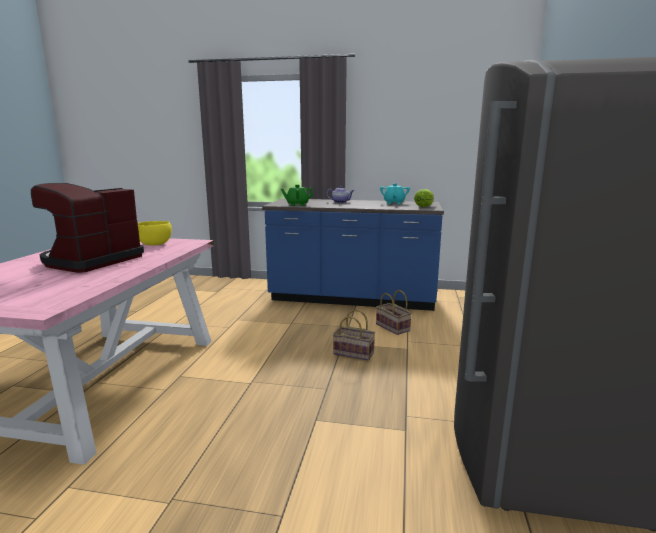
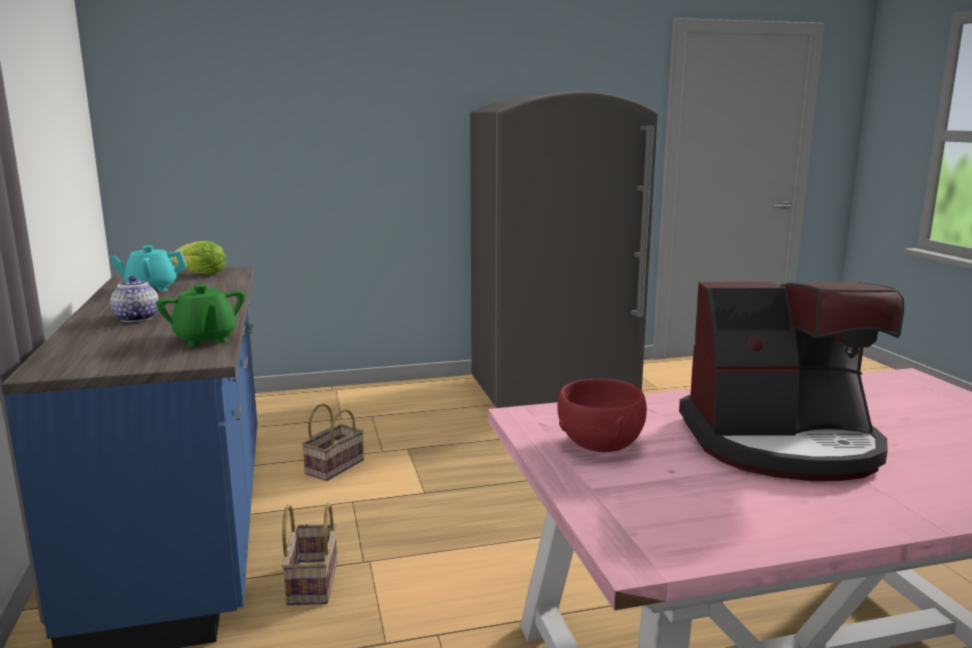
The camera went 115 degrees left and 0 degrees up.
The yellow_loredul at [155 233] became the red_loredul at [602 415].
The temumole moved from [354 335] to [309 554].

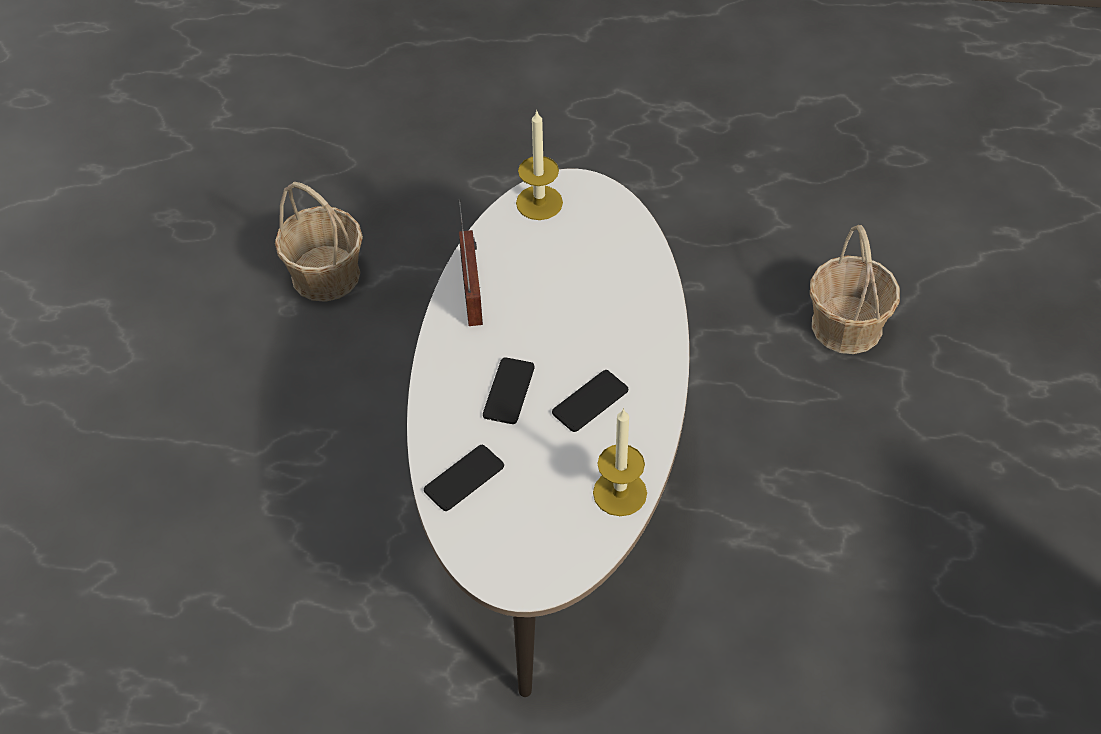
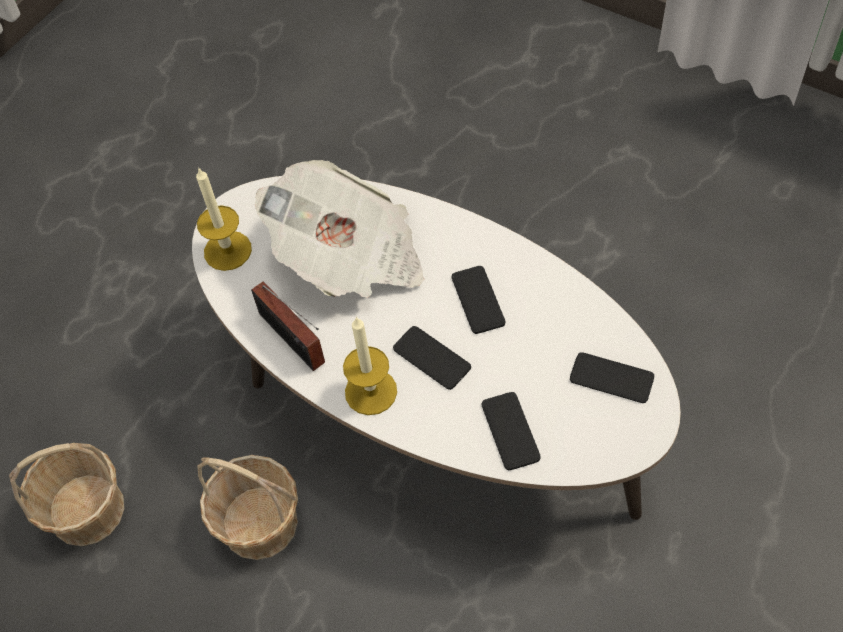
The camera went 60 degrees left and 5 degrees up.
The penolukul at [471 262] turned 150 degrees counterclockwise.
The temumole moved from [855 289] to [248 507].
The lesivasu moved from [620 462] to [370 365].
The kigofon at [340 229] appeared.
The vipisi at [612 377] appeared.

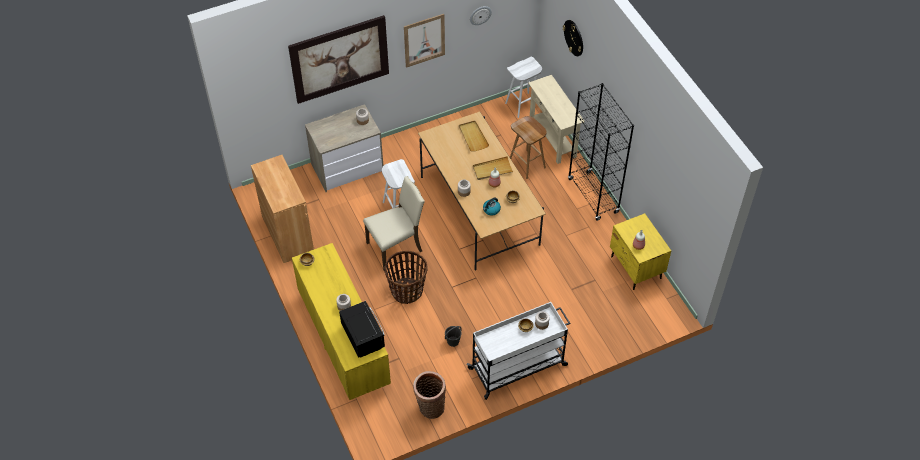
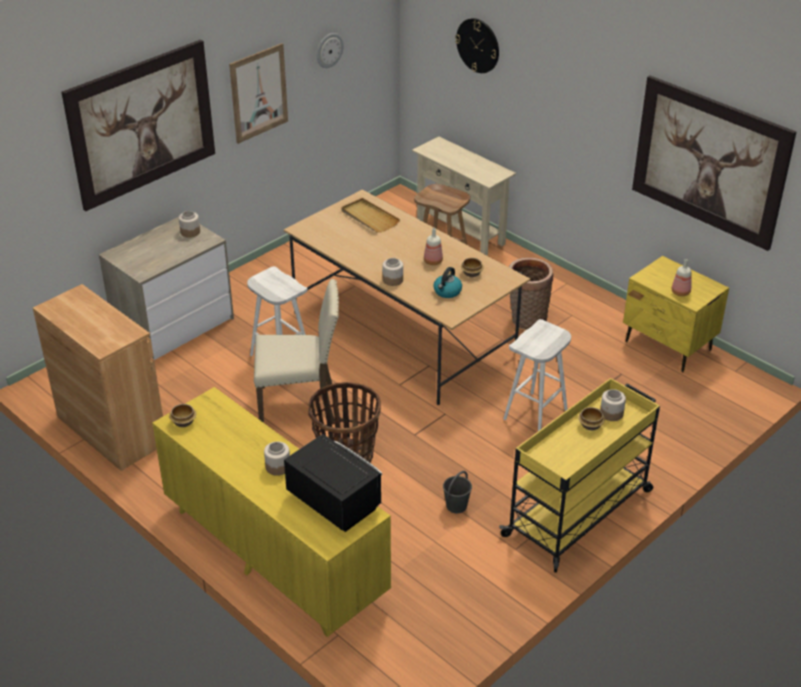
The camera went 20 degrees left and 15 degrees down.
The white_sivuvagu moved from [523 87] to [537 375].
The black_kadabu at [601 152] disappeared.
The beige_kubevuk at [493 168] disappeared.
The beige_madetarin at [394 223] turned 45 degrees clockwise.
The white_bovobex at [518 351] became the yellow_bovobex at [579 475].
The temumole moved from [429 395] to [531 294].
The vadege at [714 163] appeared.

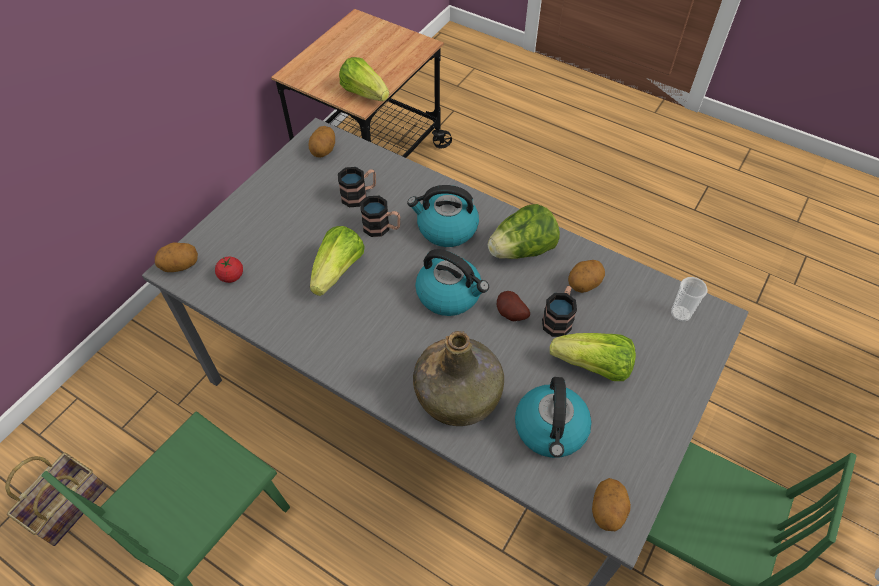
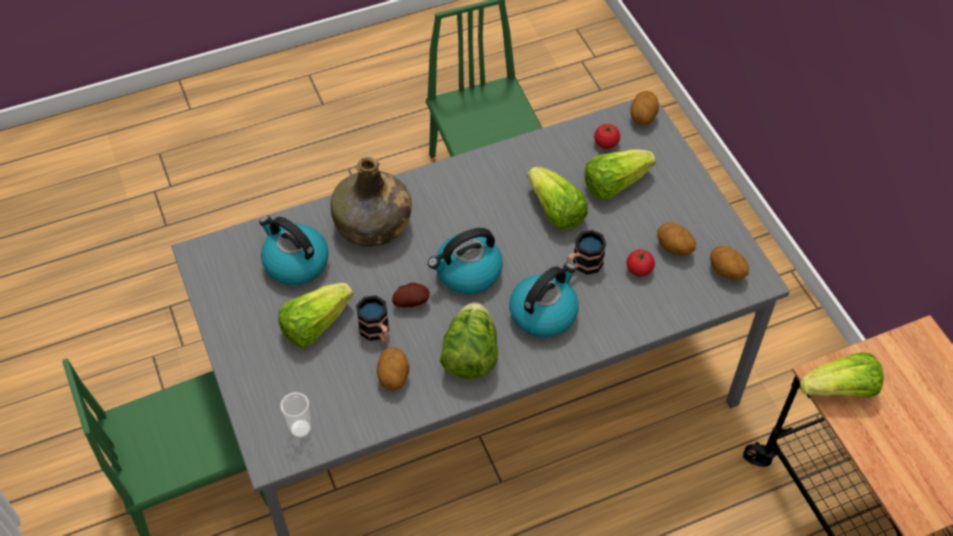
The camera went 125 degrees right and 0 degrees up.
The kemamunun at [357 187] was replaced by the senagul at [640 263].
The temumole at [56 499] disappeared.
The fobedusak moved from [611 504] to [676 239].
The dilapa at [620 174] appeared.

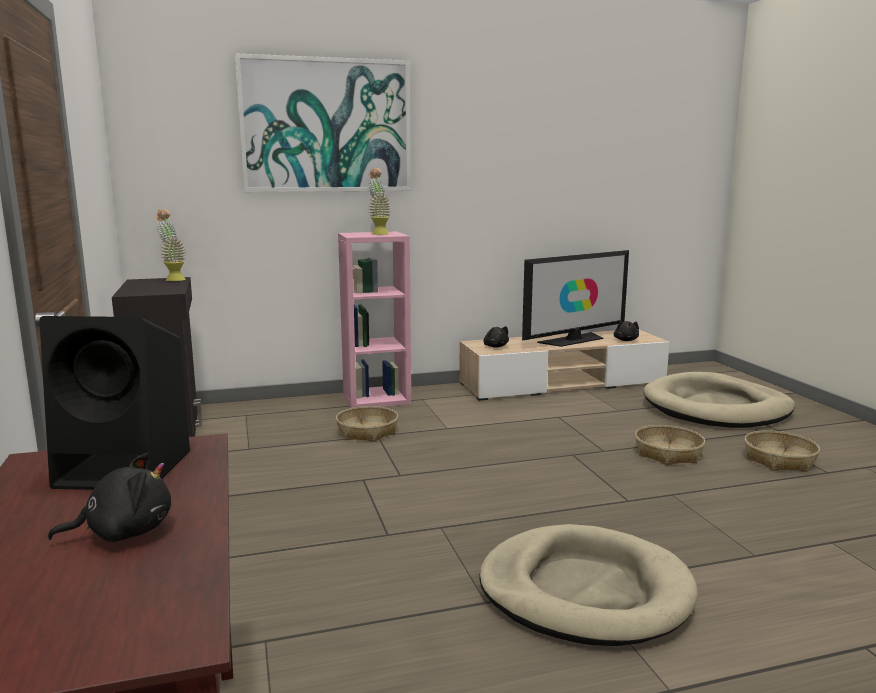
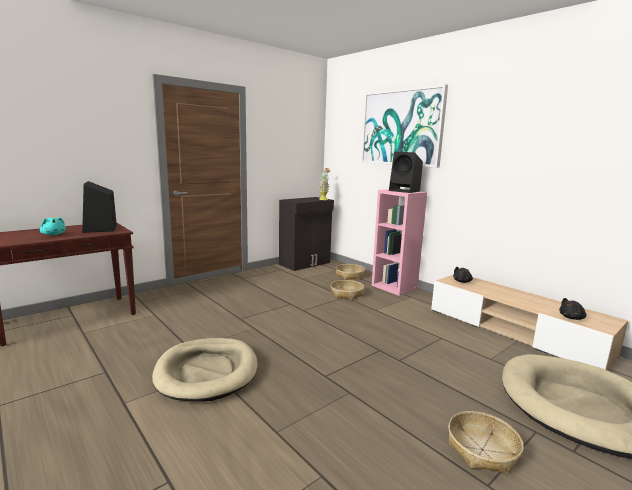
The camera went 65 degrees right and 0 degrees up.
The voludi at [379 201] was replaced by the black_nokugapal at [406 172].
The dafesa at [575 298] disappeared.
The temumole moved from [670 445] to [350 272].
The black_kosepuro at [109 497] became the turquoise_kosepuro at [53 226].

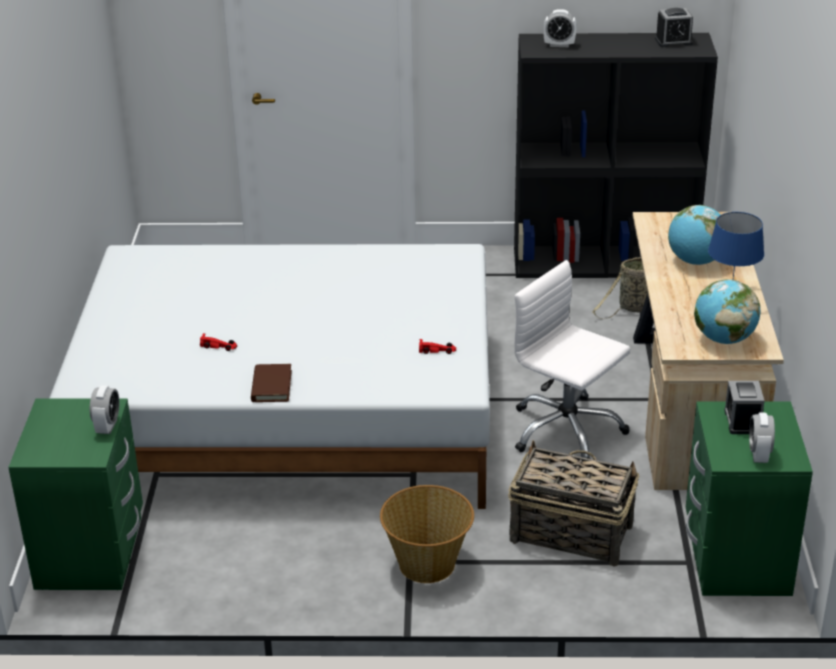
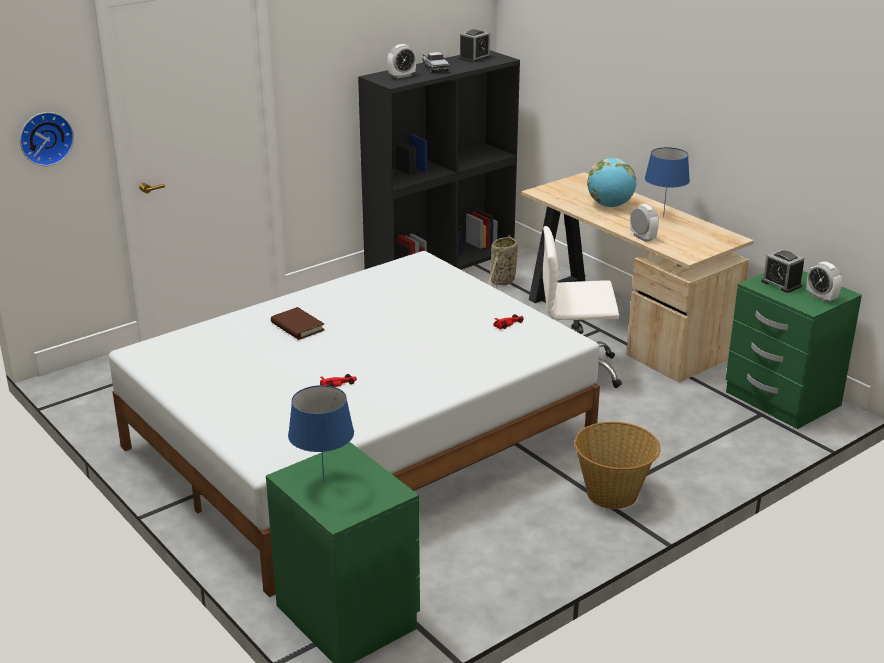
The camera went 40 degrees left and 5 degrees down.
The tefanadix at [727 311] disappeared.
The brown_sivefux moved from [271 383] to [298 323].
The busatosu moved from [104 409] to [644 223].
The temumole at [573 503] disappeared.
The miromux at [436 62] appeared.
The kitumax at [47 139] appeared.
The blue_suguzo at [321 434] appeared.

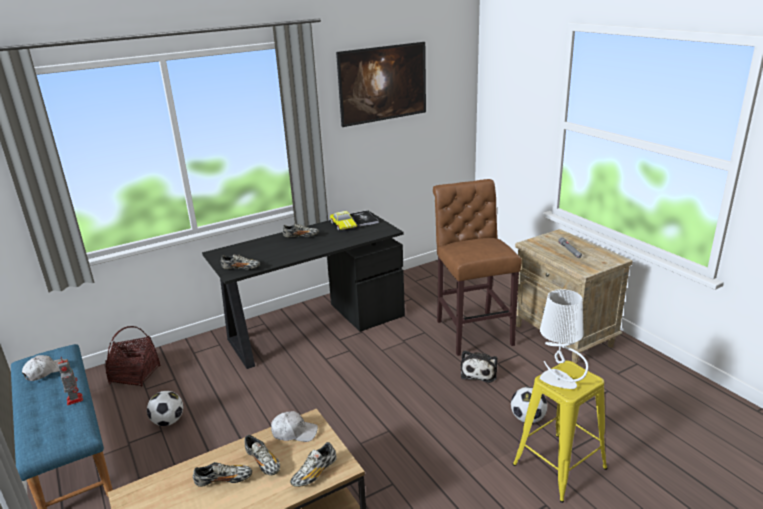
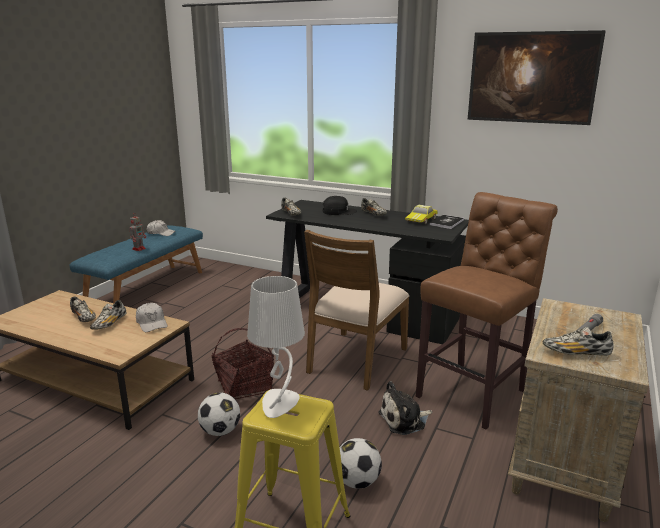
The camera went 55 degrees right and 5 degrees down.
The temumole moved from [132 356] to [243 363].
The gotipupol moved from [165 408] to [219 414].
The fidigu moved from [313 464] to [578 341].
The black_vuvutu at [340 205] appeared.
The brown_madetarin at [357 310] appeared.

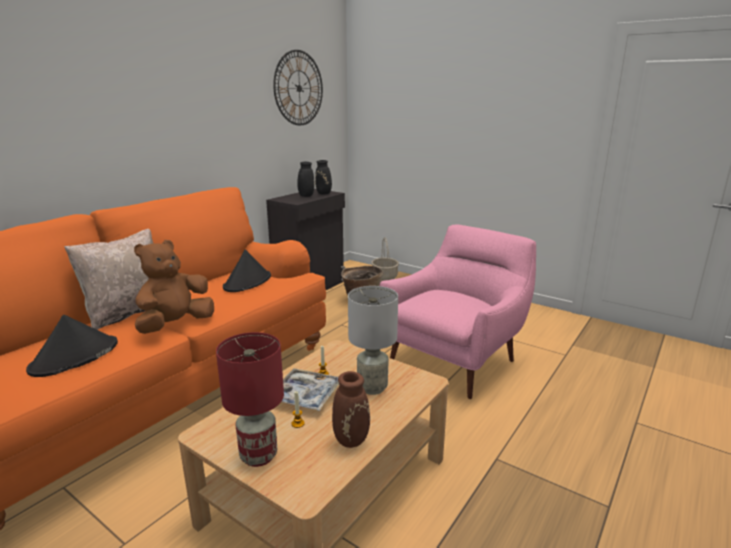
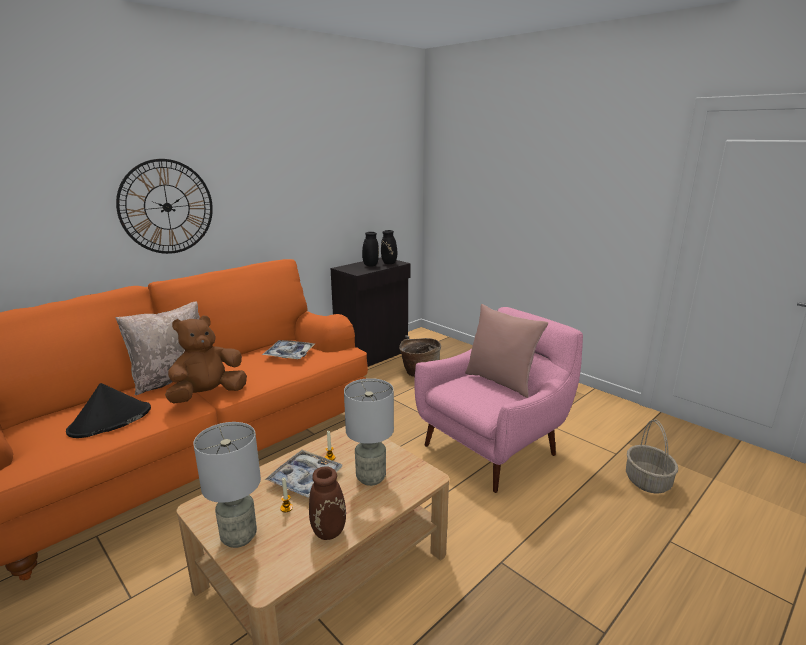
The camera went 10 degrees right and 0 degrees up.
The kitumax moved from [298 87] to [164 206].
The temumole moved from [385 259] to [652 456].
The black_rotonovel at [247 270] was replaced by the kubevuk at [288 349].
The red_suguzo at [250 399] became the grey_suguzo at [227 485].
The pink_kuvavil at [506 351] appeared.

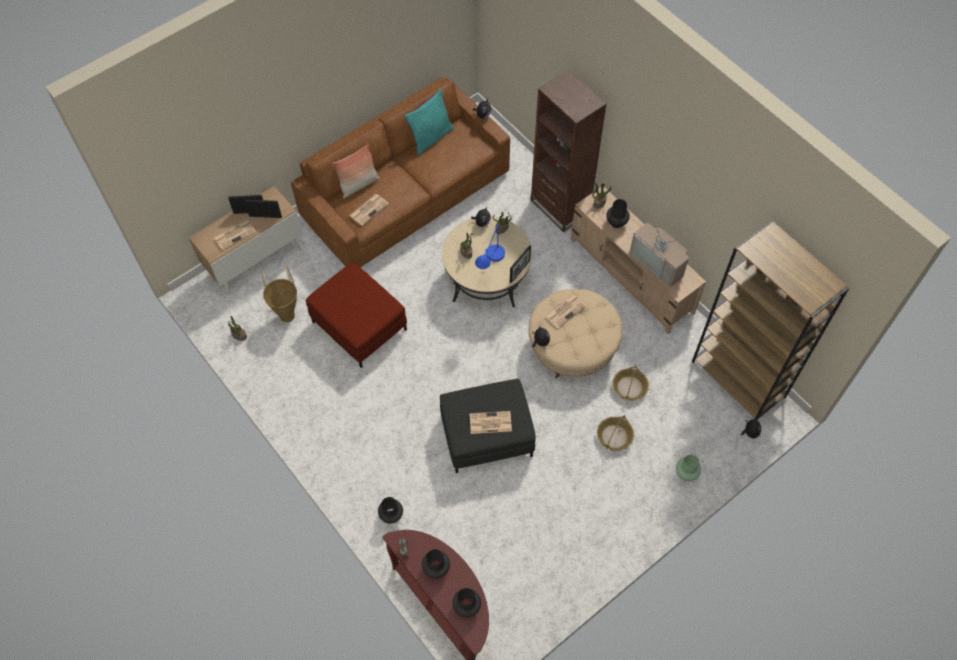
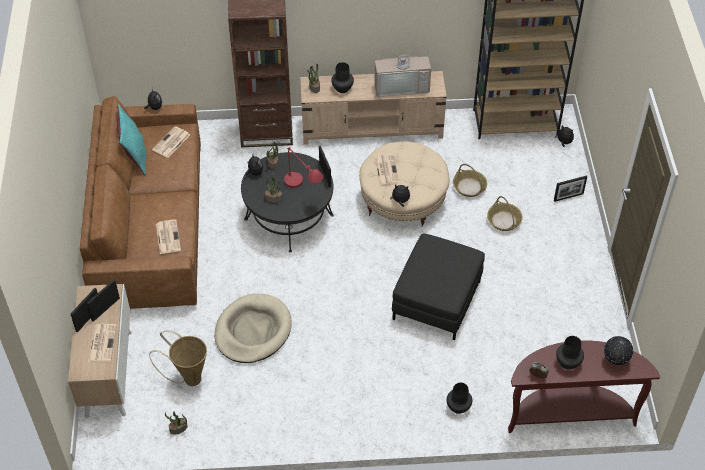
The camera went 55 degrees left and 10 degrees down.
The kuvavil at [356 171] disappeared.
The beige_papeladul at [487 262] became the black_papeladul at [287 202].
The blue_suguzo at [490 246] became the red_suguzo at [303 167].
The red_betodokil at [356 315] was replaced by the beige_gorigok at [253 328].
The kigofon moved from [491 422] to [171 142].
The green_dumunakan at [688 468] was replaced by the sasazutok at [570 189].
The black_dumunakan at [466 603] was replaced by the tefanadix at [618 350].

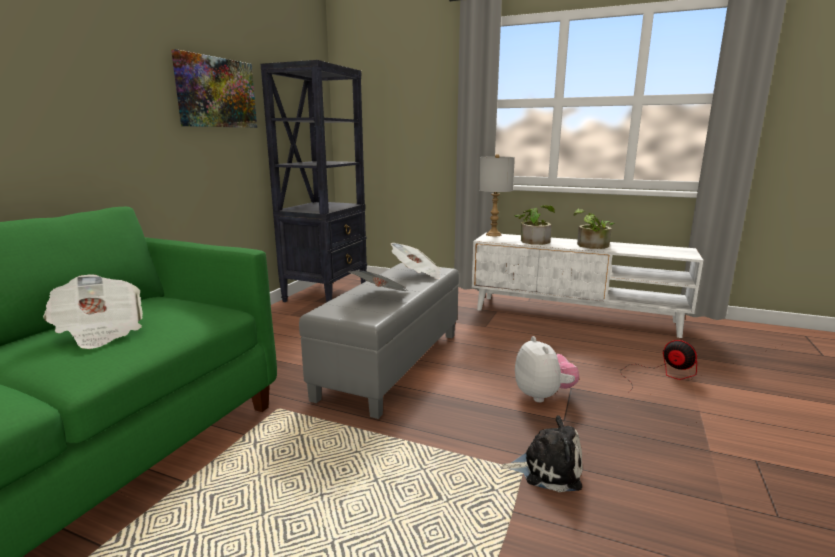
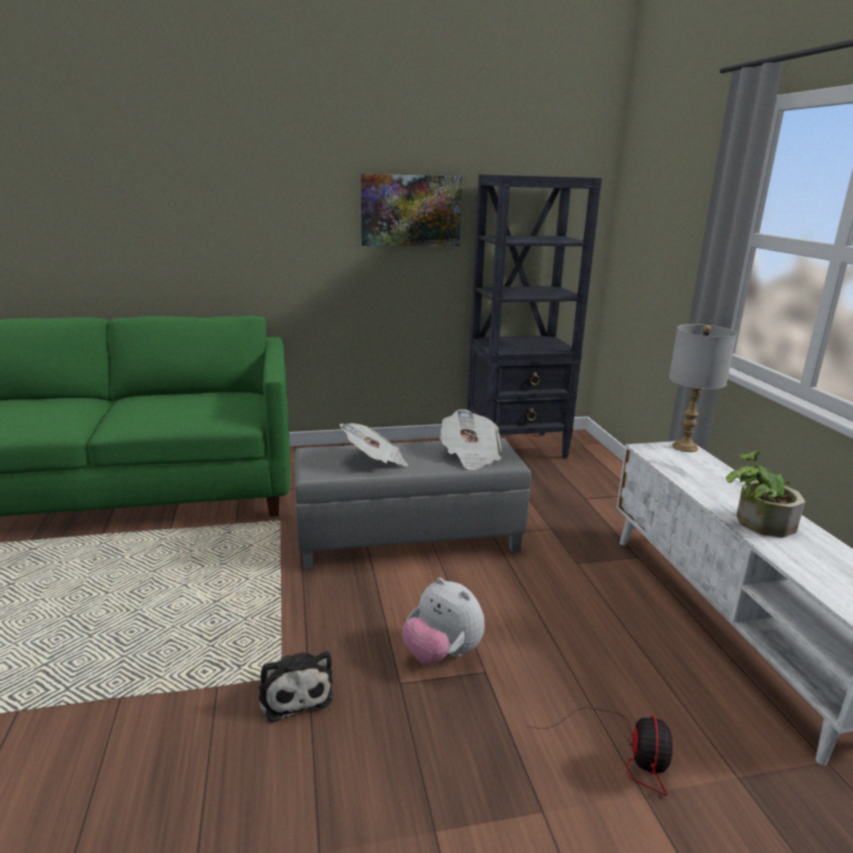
The camera went 55 degrees right and 5 degrees up.
The voludi at [534 225] disappeared.
The kigofon at [93 312] disappeared.
The kosepuro at [547 369] turned 90 degrees clockwise.

